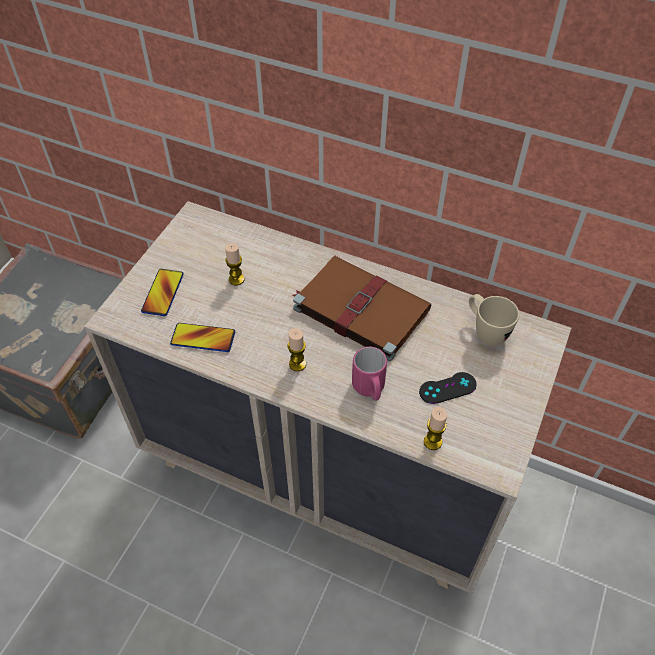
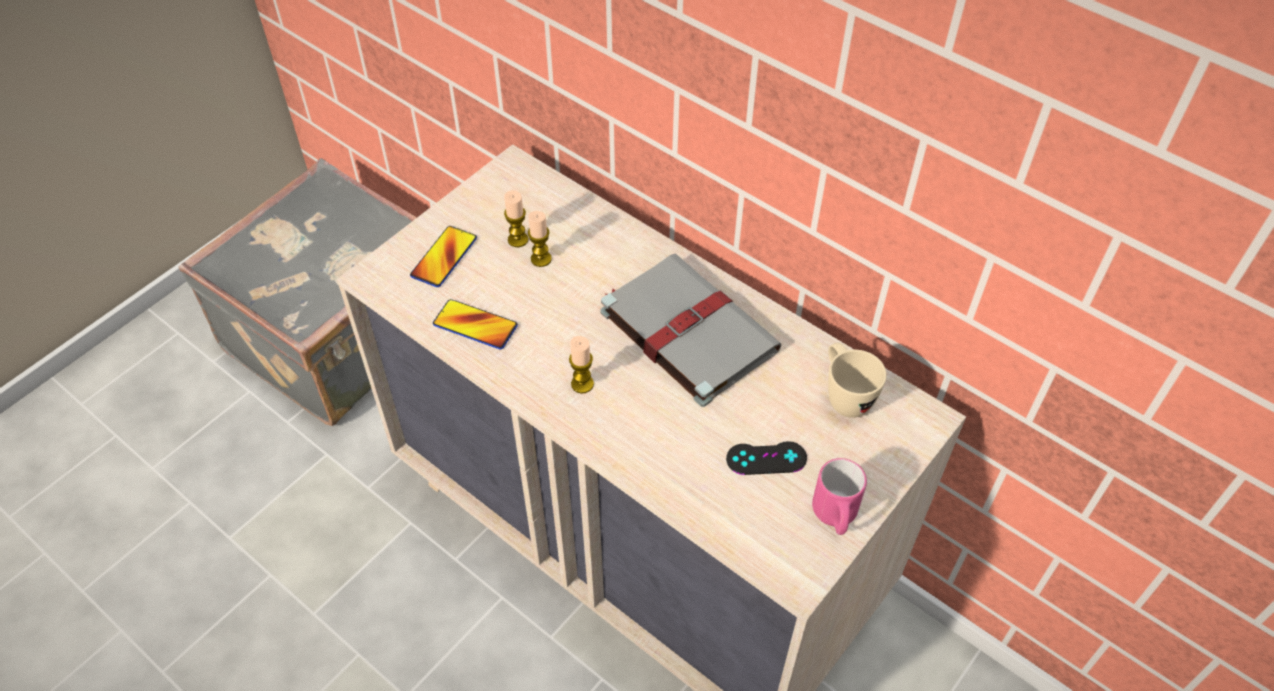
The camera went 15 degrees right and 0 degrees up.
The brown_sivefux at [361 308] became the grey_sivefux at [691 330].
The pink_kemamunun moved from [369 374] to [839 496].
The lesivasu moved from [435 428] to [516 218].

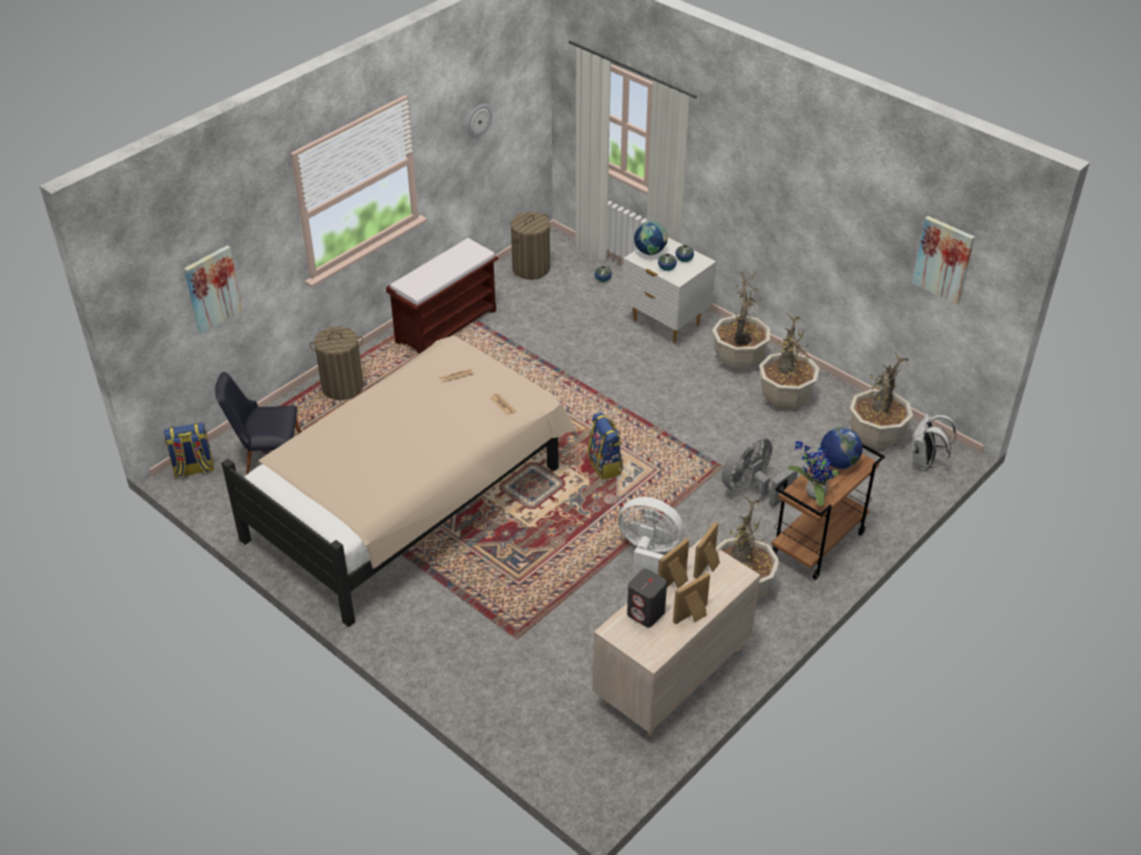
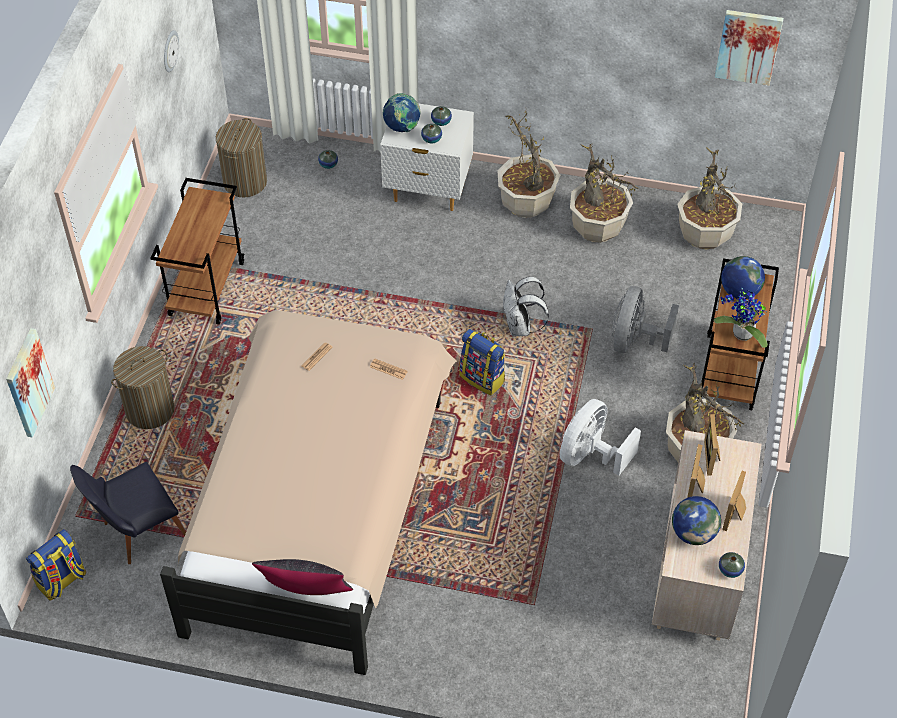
The camera went 30 degrees left and 10 degrees up.
The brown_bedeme at [442 296] was replaced by the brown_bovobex at [197 251].
The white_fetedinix moved from [933 441] to [526 306].
The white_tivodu at [651 536] turned 45 degrees counterclockwise.
The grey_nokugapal at [647 598] was replaced by the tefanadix at [696 520].
The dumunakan at [732 565] appeared.
The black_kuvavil at [302 577] appeared.

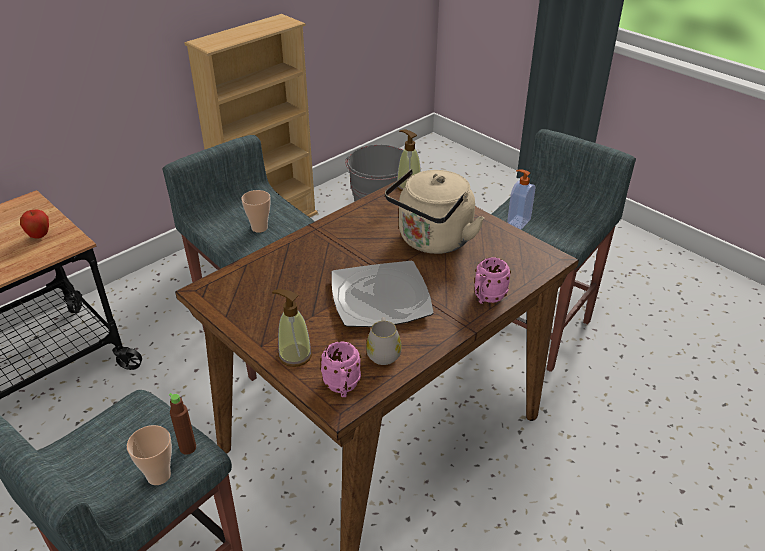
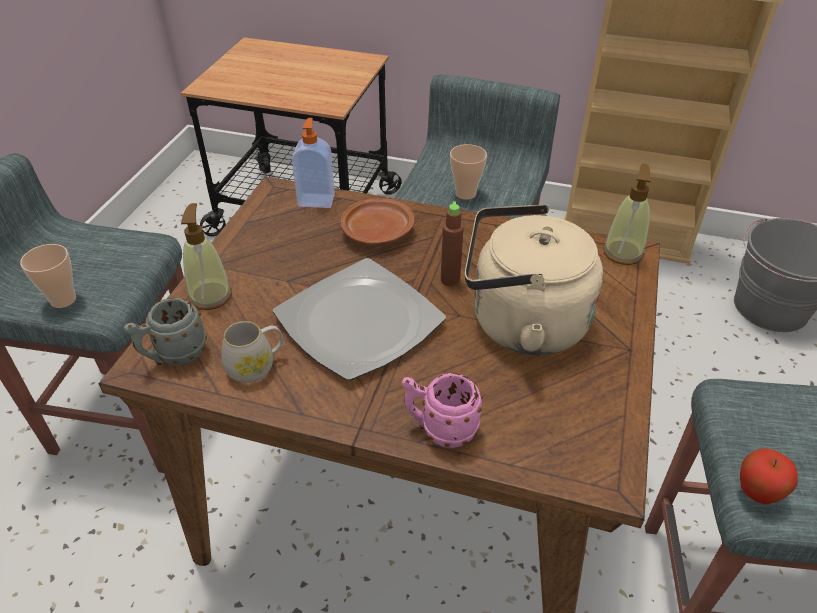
The camera went 60 degrees right and 5 degrees up.
The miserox moved from [521 199] to [313 163].
The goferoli moved from [34 224] to [769 476].
The pink_kemamunun at [340 369] became the grey_kemamunun at [165 332].
The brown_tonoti moved from [182 424] to [452 243].
The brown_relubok at [377 221] appeared.

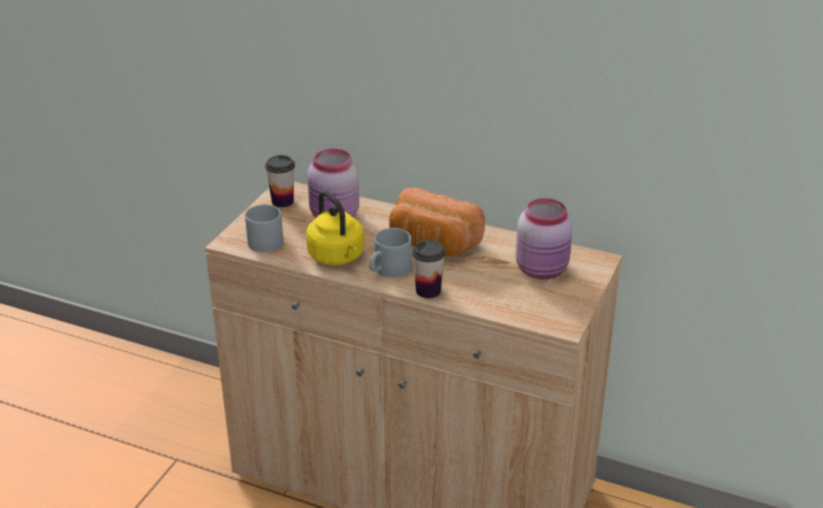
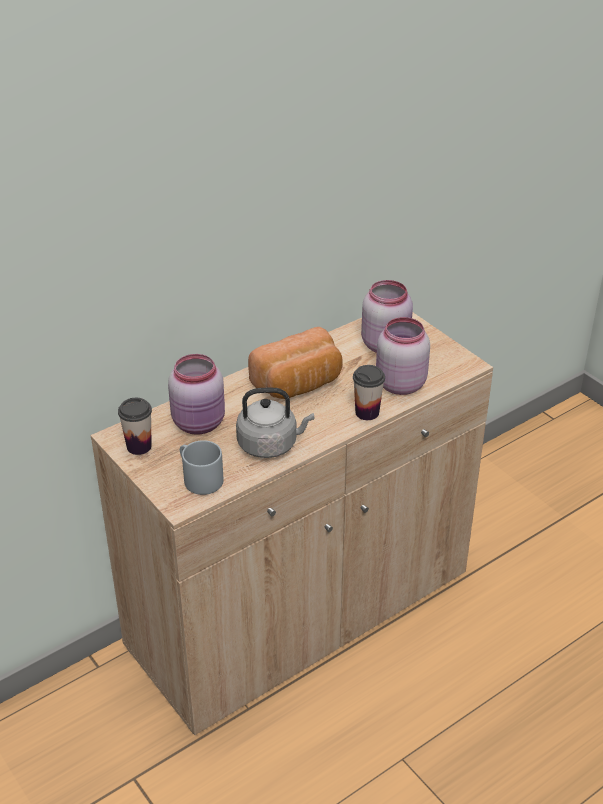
The camera went 60 degrees left and 5 degrees up.
The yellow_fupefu at [335 228] became the grey_fupefu at [275 423].
The grey_kemamunun at [390 253] disappeared.
The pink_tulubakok at [403 356] appeared.

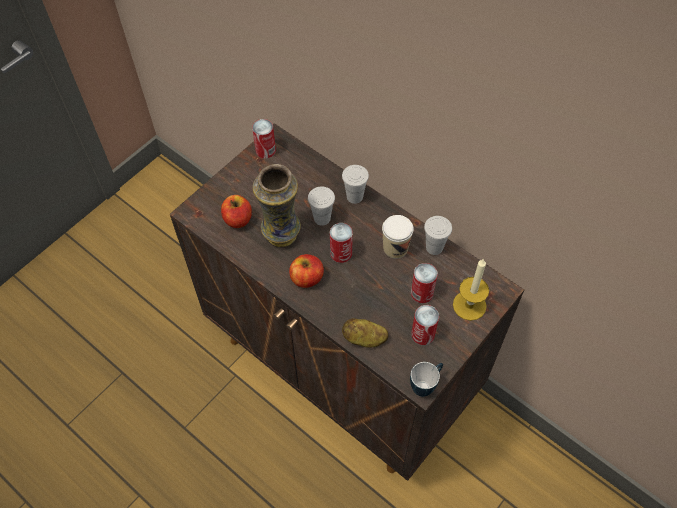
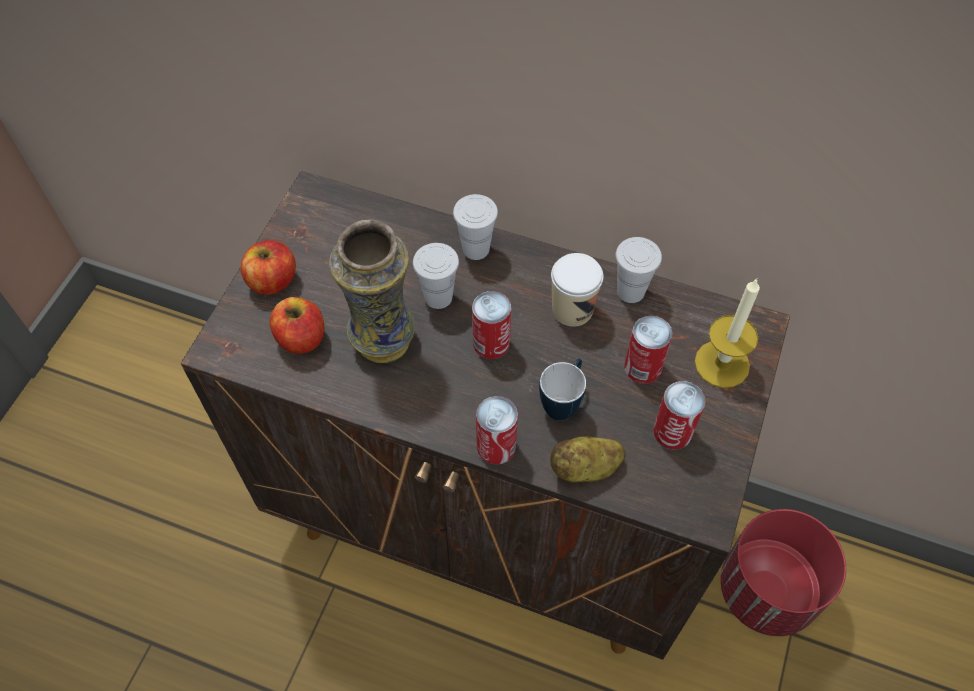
The camera went 20 degrees left and 0 degrees up.
The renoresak moved from [264 139] to [497 430].
The goferoli moved from [306 271] to [268 267].
The kemamunun moved from [426 379] to [562 390].
The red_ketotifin at [783 572] appeared.

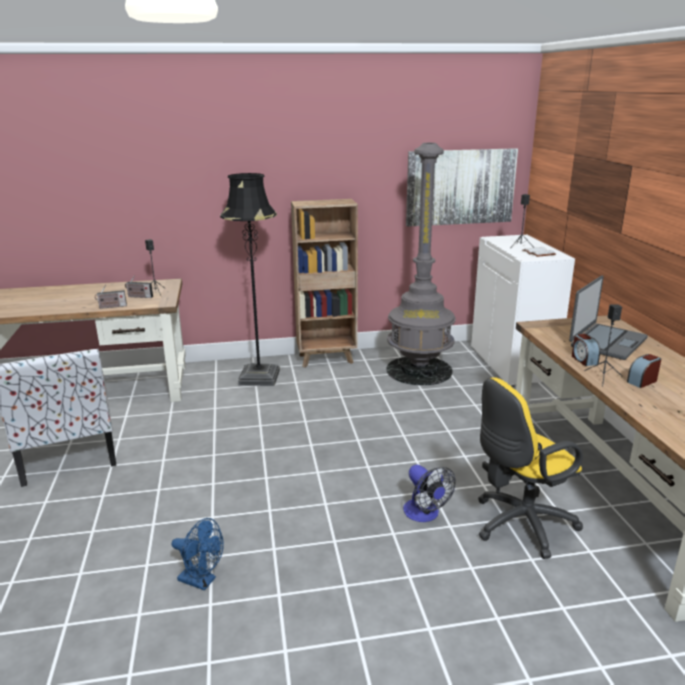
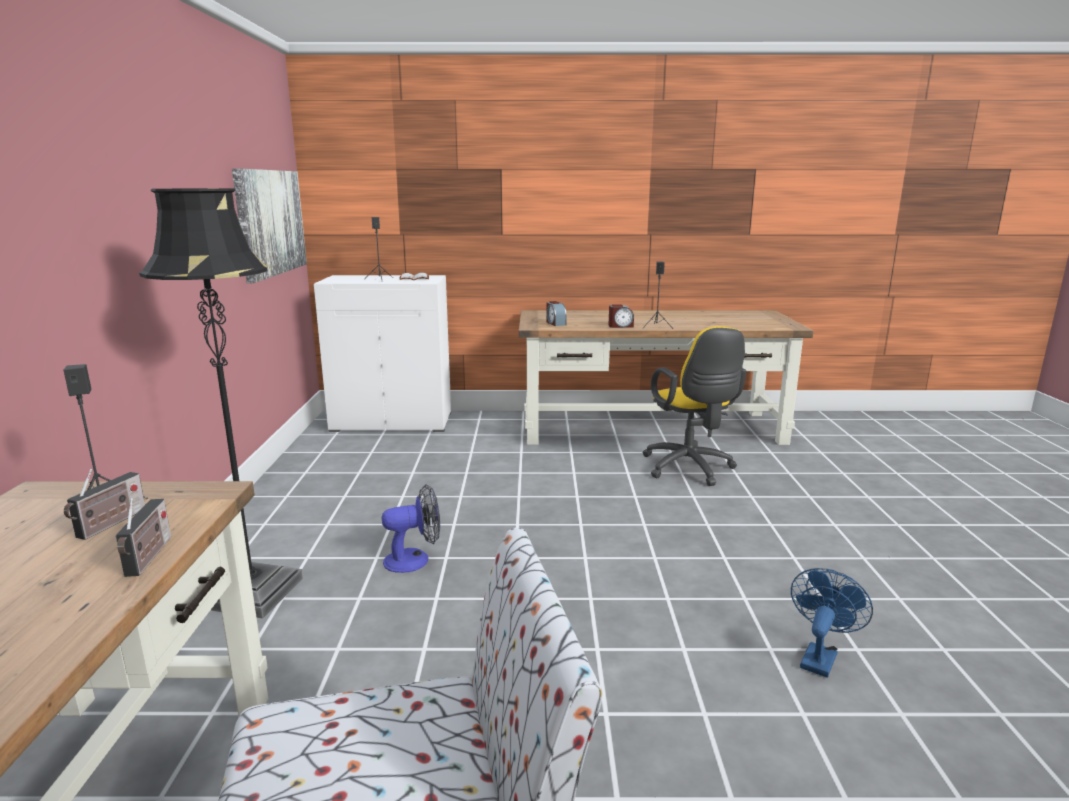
The camera went 80 degrees left and 5 degrees down.
The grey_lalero at [421 264] disappeared.
The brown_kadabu at [324 283] disappeared.
The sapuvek at [608 317] disappeared.
The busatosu moved from [644 371] to [557 313].
The tivodu moved from [429 493] to [411 528].

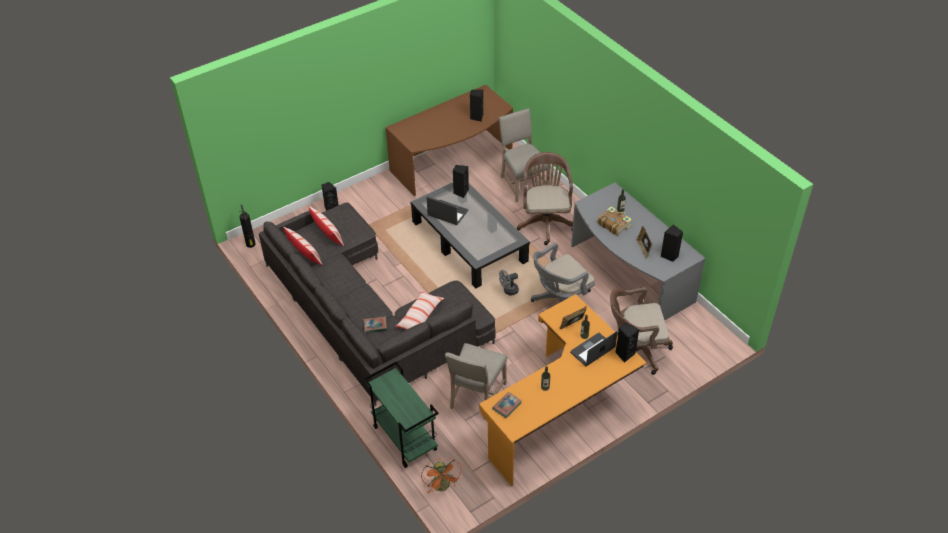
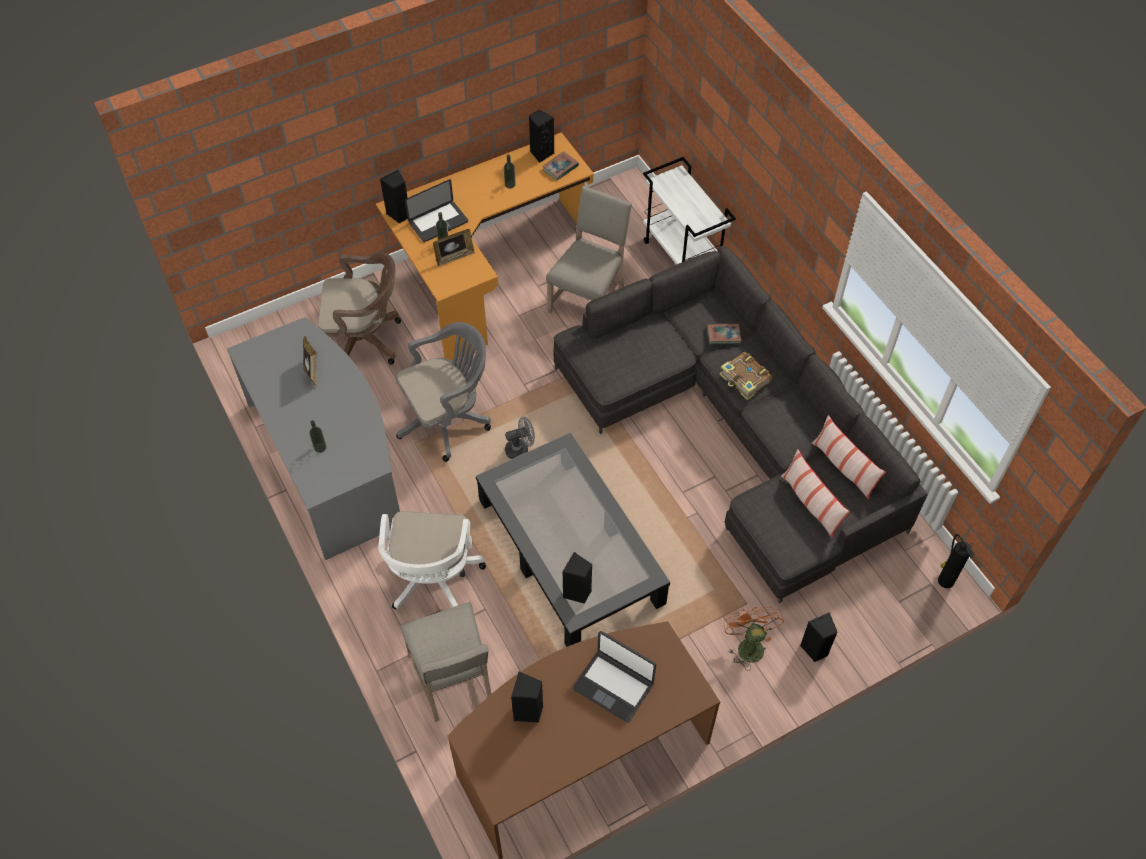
The camera went 175 degrees left and 10 degrees up.
The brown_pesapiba at [545 198] became the white_pesapiba at [432 560].
The sapuvek moved from [447 211] to [614 677].
The sivefux moved from [615 220] to [746 376].
The black_nokugapal moved from [672 243] to [541 136].
The kuvavil at [419 310] disappeared.
The green_bovobex at [401 415] became the white_bovobex at [689 211].
The orange_tivodu moved from [441 475] to [754 639].

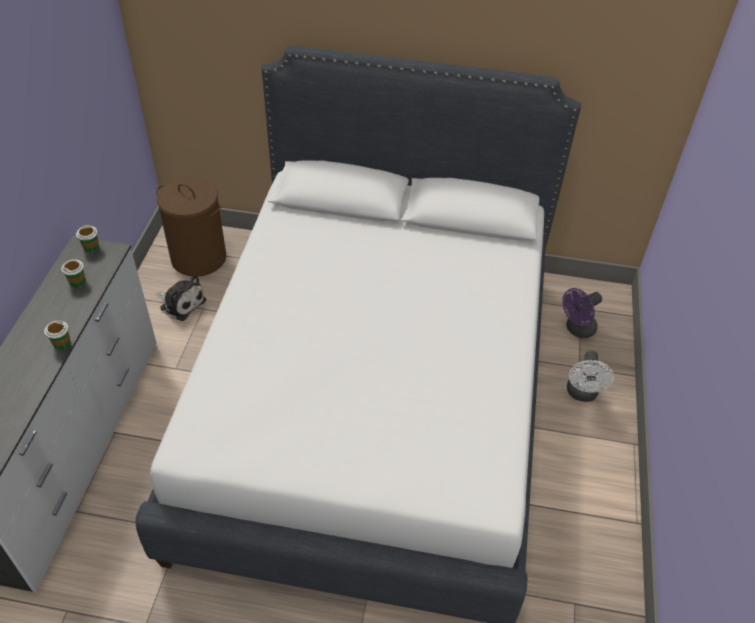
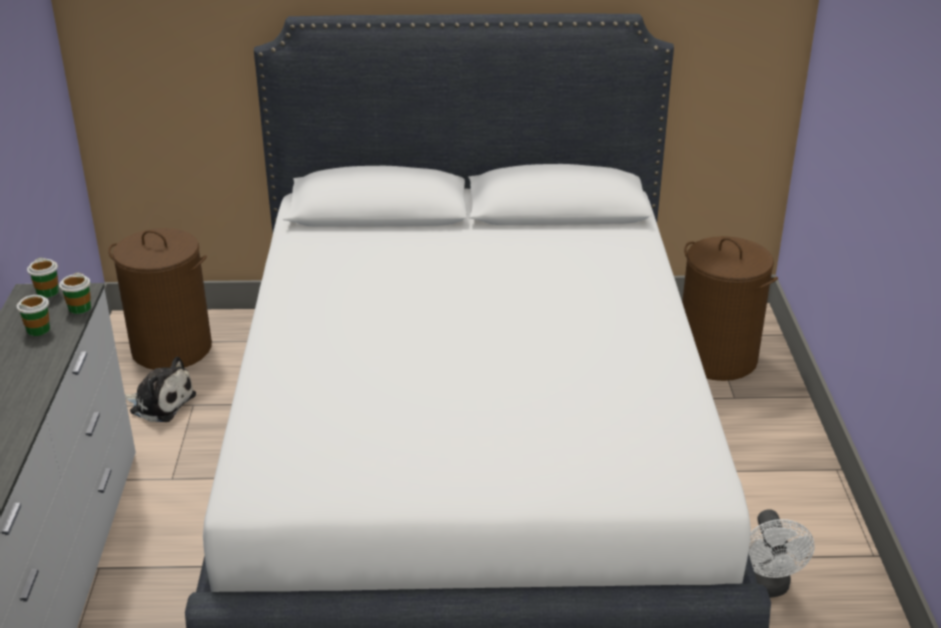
The camera went 10 degrees left and 15 degrees down.
The purple_tivodu at [582 313] was replaced by the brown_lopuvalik at [730 308].
The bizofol moved from [57 335] to [75 293].
The white_tivodu moved from [590 376] to [781 553].

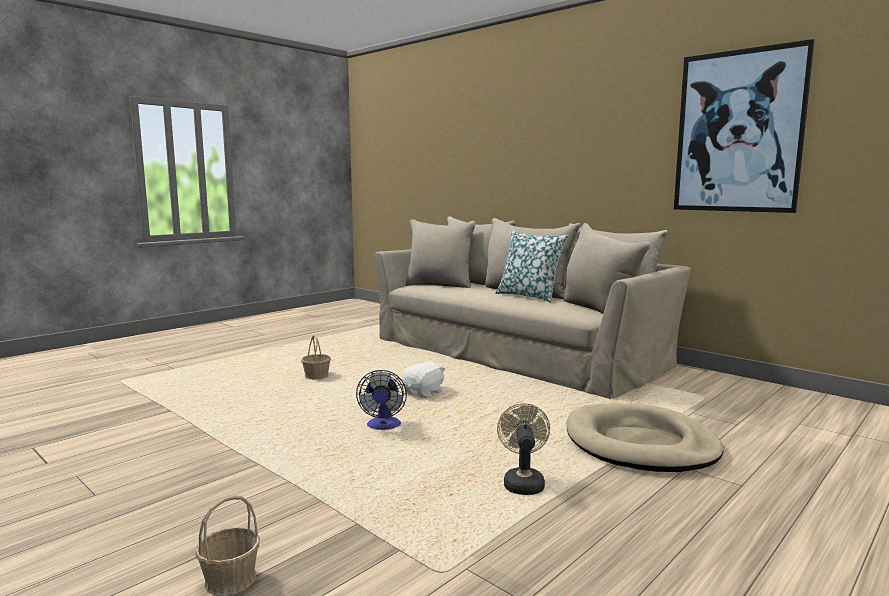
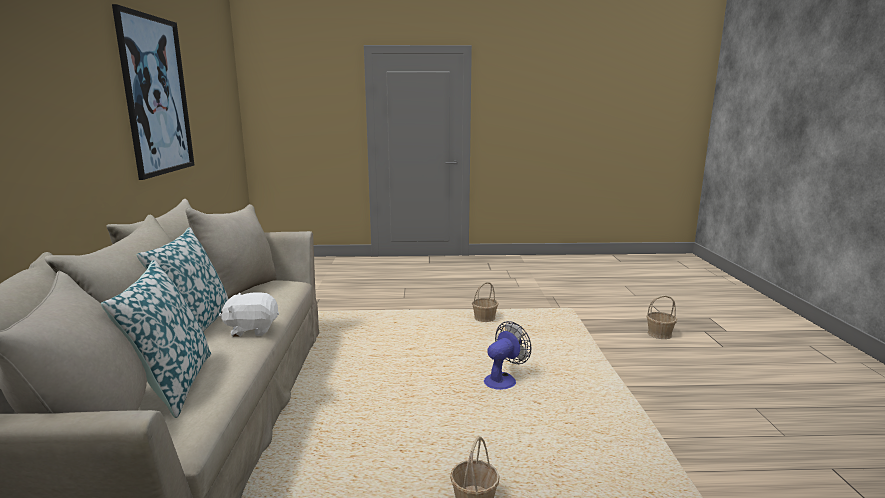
The camera went 135 degrees left and 5 degrees up.
The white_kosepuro moved from [423 380] to [249 314].
The beige_tivodu at [523 449] was replaced by the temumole at [485 302].
The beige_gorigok at [645 437] disappeared.
The kuvavil at [156 339] appeared.

